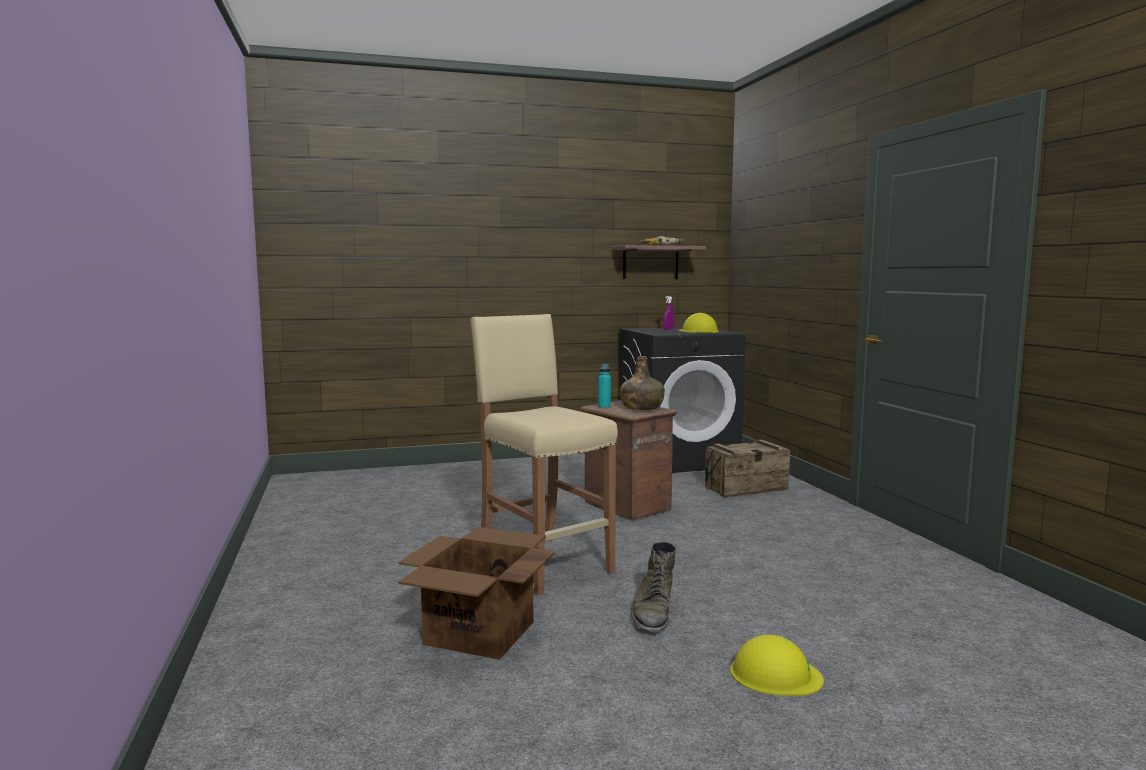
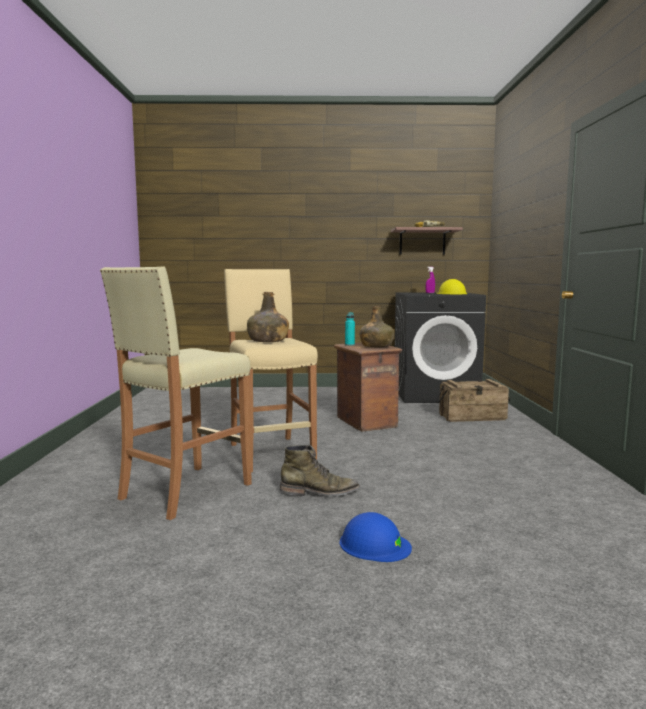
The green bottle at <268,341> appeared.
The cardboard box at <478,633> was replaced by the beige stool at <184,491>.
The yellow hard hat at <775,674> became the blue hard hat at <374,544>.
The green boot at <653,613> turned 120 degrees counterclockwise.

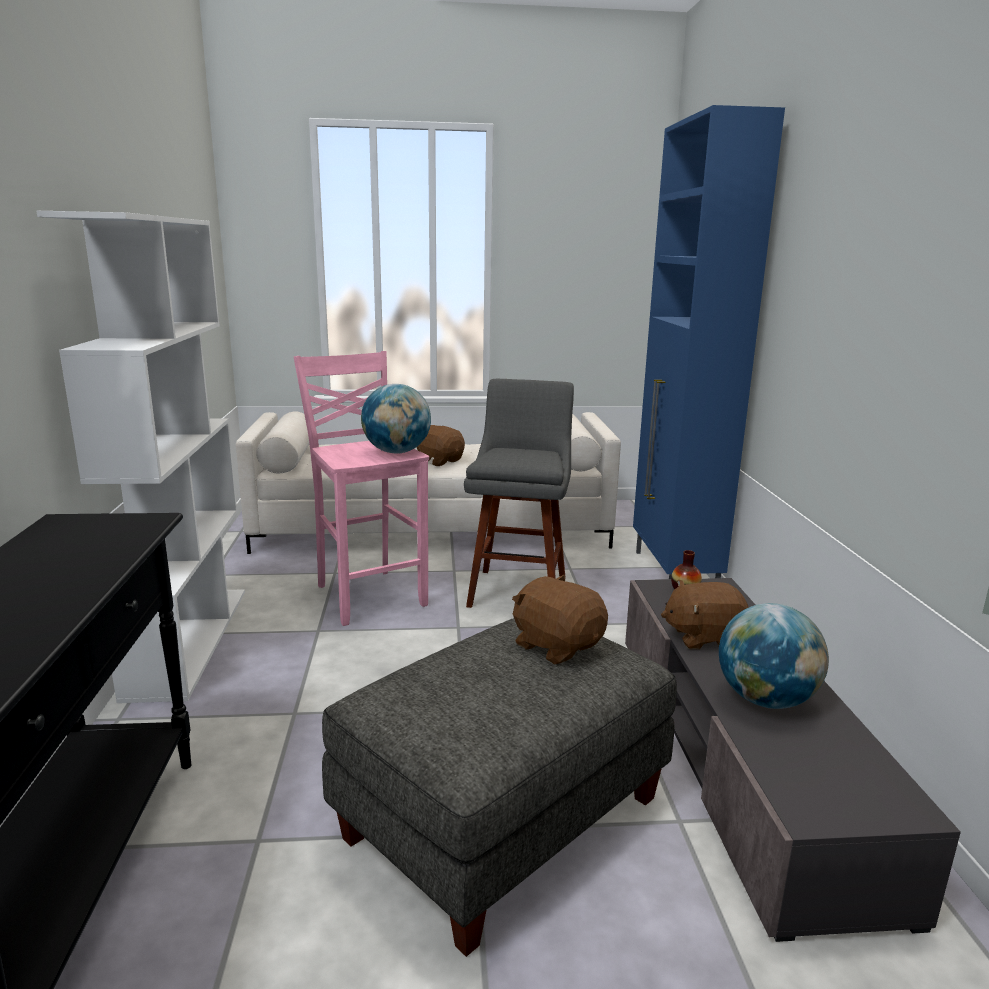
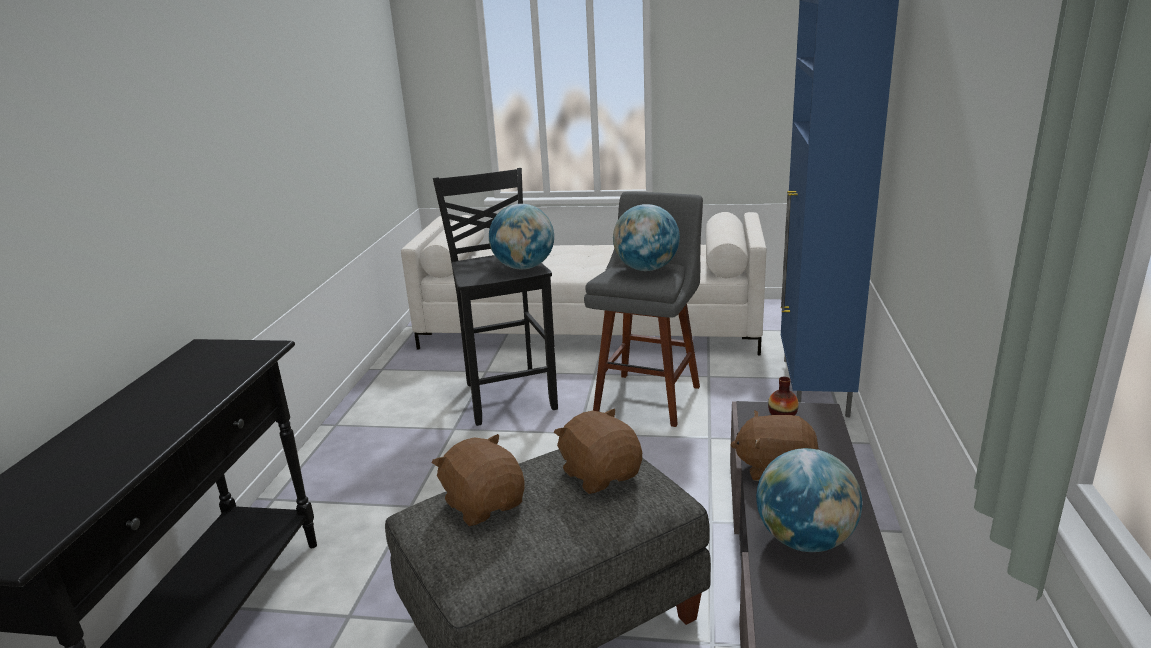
The white bookcase at <188,639> disappeared.
The globe at <646,269> appeared.
The brown plush toy moved from <439,461> to <484,504>.
The pink stool at <369,595> became the black stool at <508,395>.

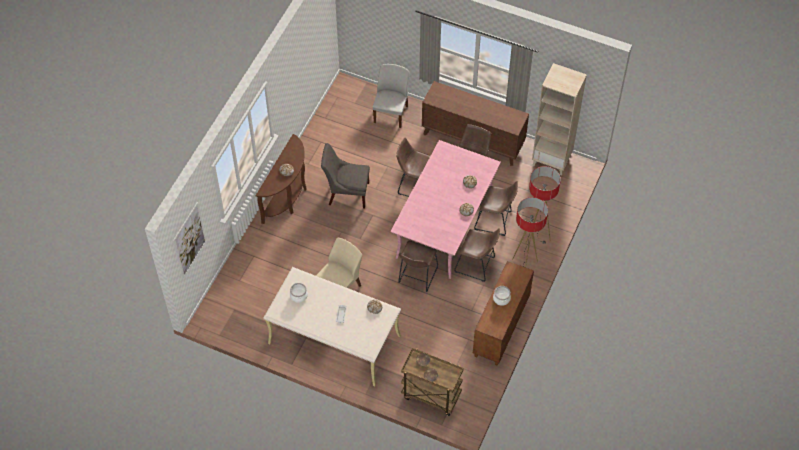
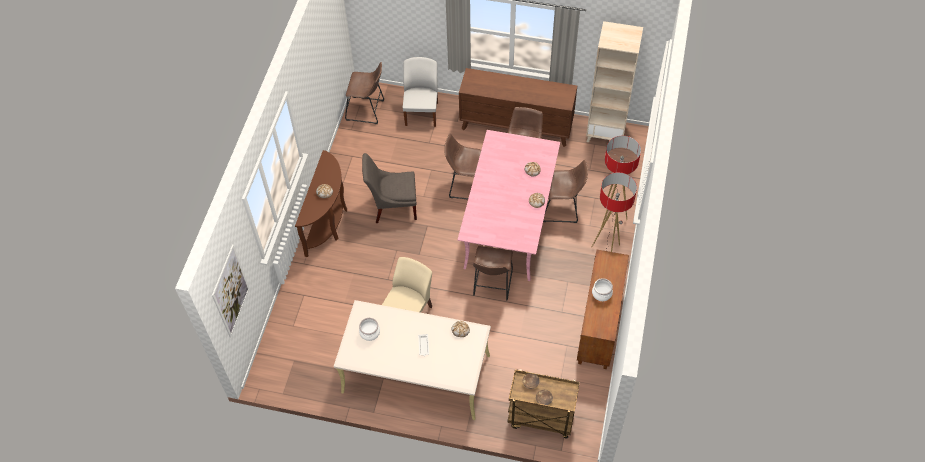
The brown stool moved from <477,265> to <367,111>.

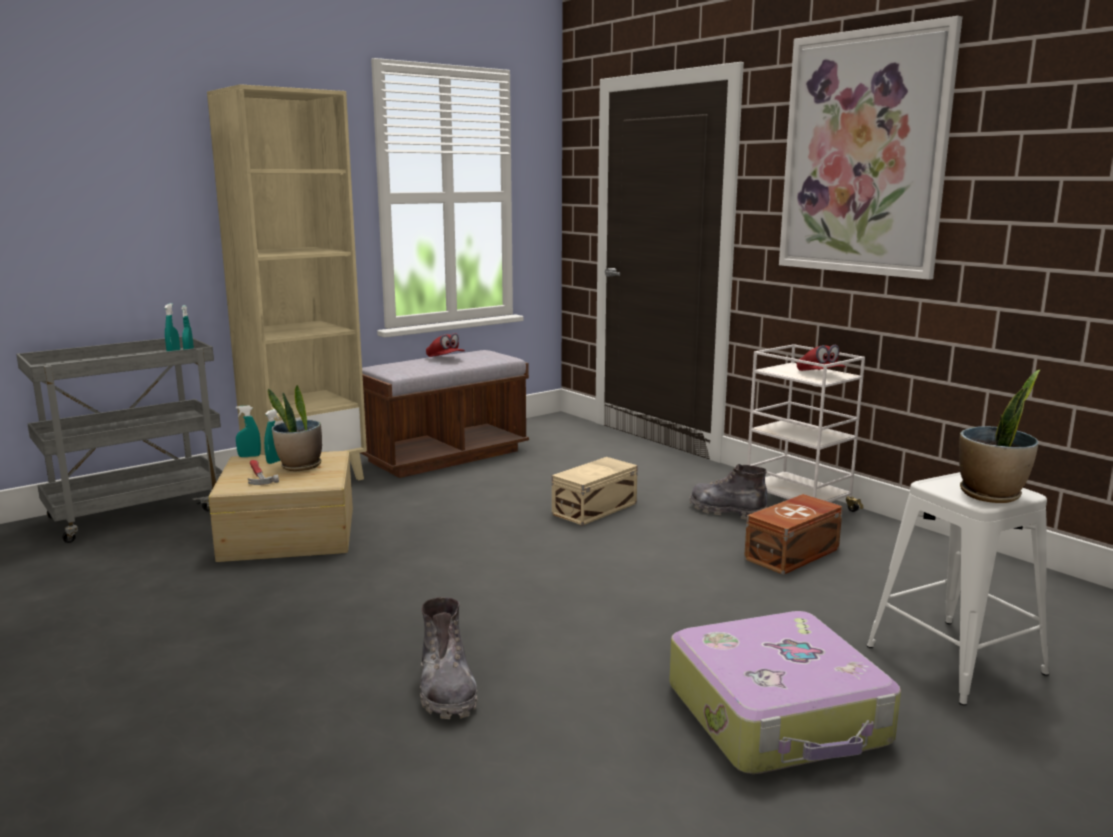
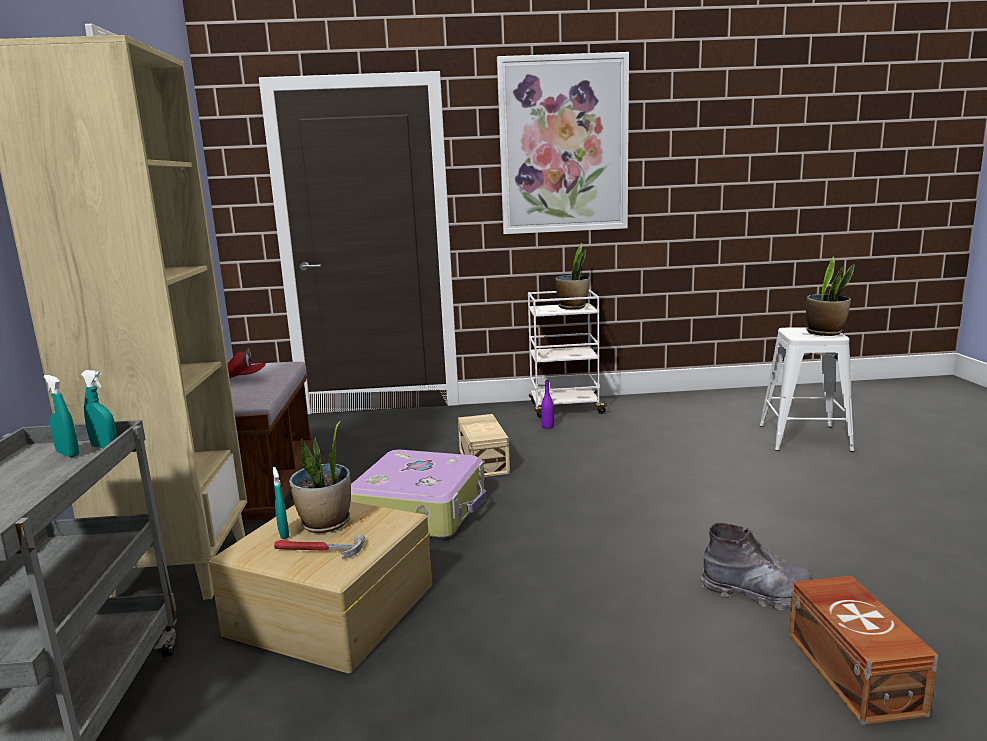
The turquoise spray bottle at <249,456> disappeared.
The suitcase moved from <779,715> to <421,509>.
The brown storage box moved from <794,554> to <853,671>.
The grey boot at <727,511> was replaced by the purple bottle at <548,426>.
The red cap at <820,374> was replaced by the potted plant at <573,307>.

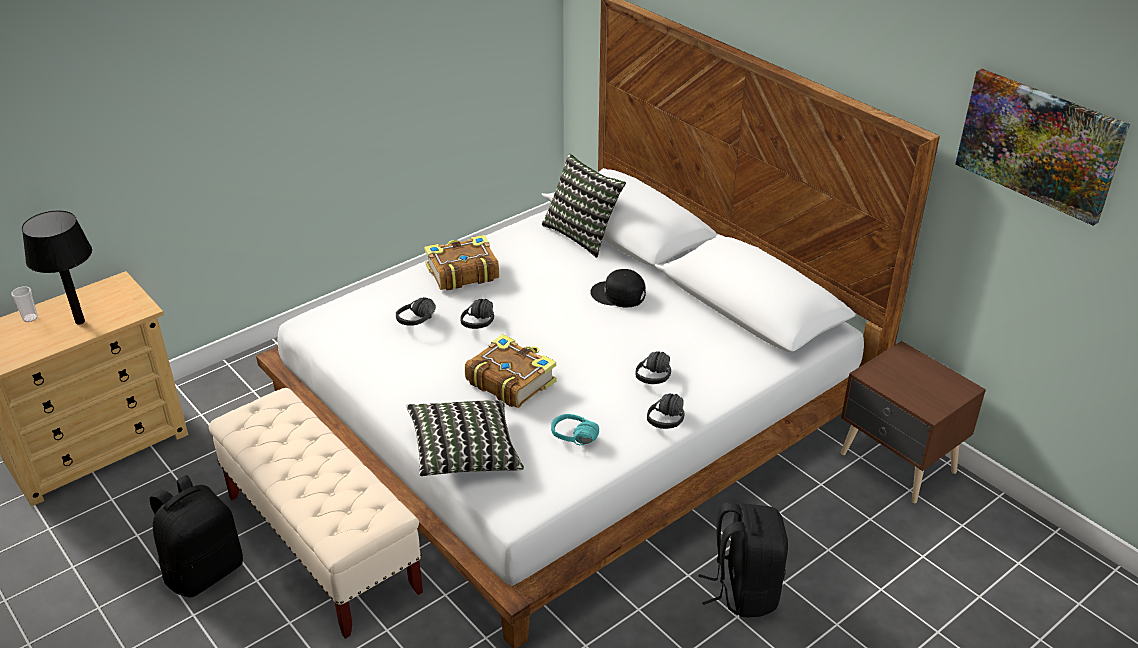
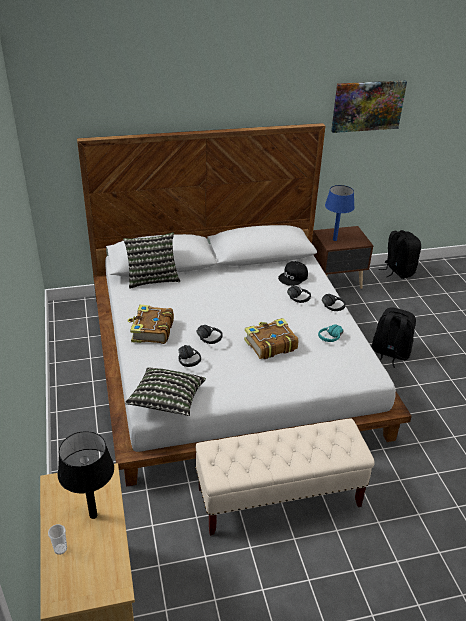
The blue table lamp at <334,240> appeared.
The black backpack moved from <204,571> to <397,271>.
The pillow moved from <464,453> to <167,401>.
The black cap moved from <618,295> to <293,277>.

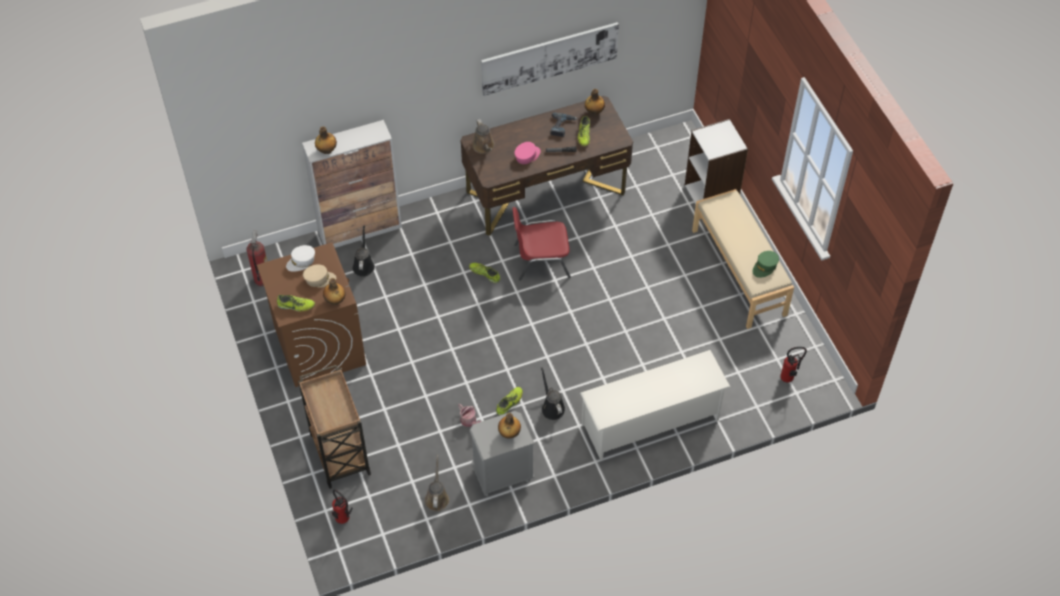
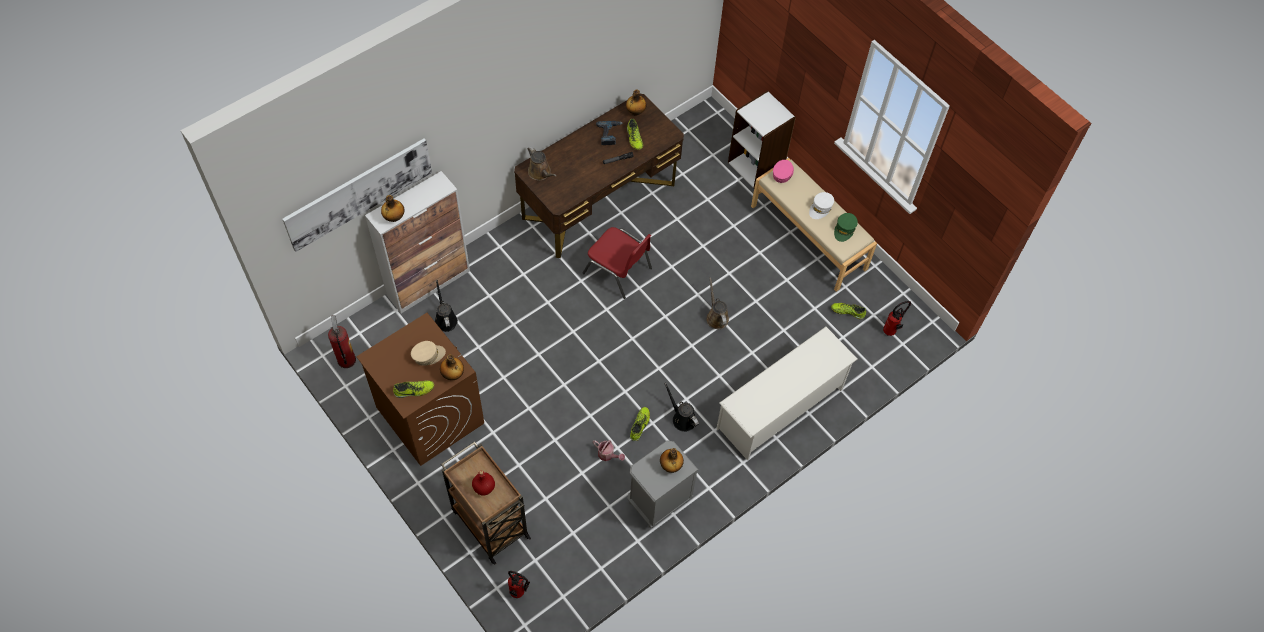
The red bottle at <484,487> appeared.
The white cap moved from <301,261> to <820,208>.
The brown watering can moved from <437,497> to <716,317>.
The shoe moved from <484,274> to <847,312>.
The picture moved from <549,58> to <359,193>.
The pink cap moved from <527,156> to <782,173>.
The red chair at <540,260> turned 120 degrees counterclockwise.

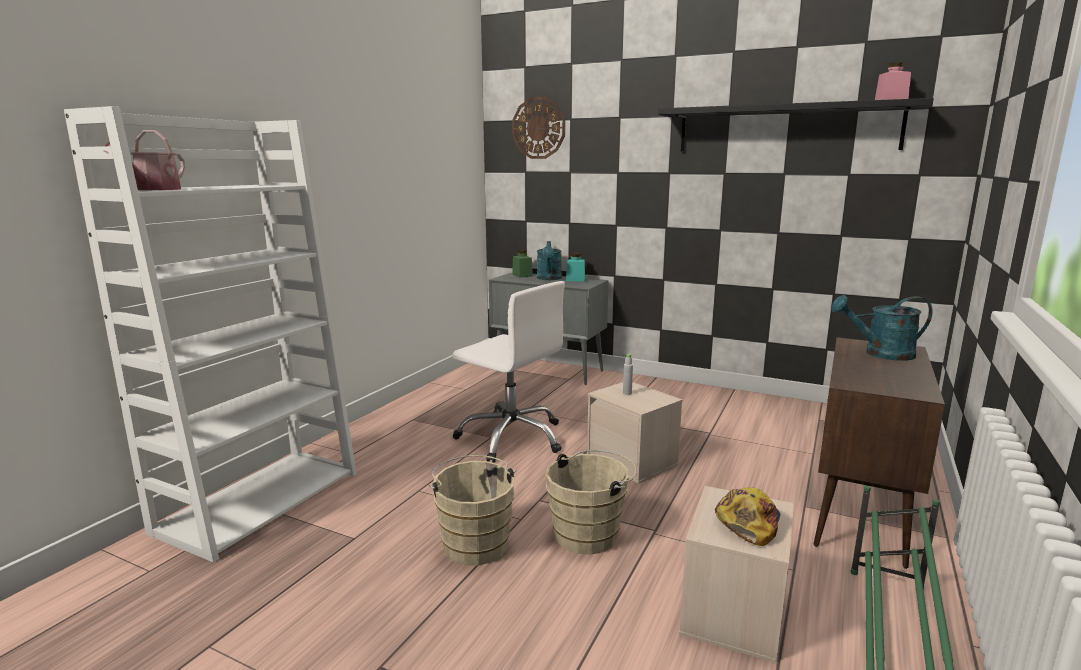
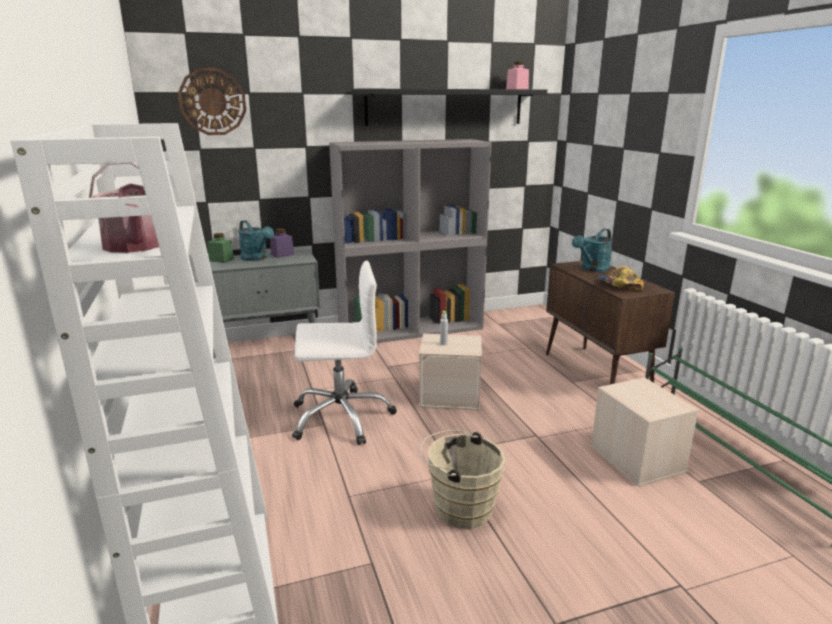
The beige bucket at <590,534> disappeared.
The grey bookcase at <411,329> appeared.
The cap moved from <747,520> to <619,285>.
The turquoise jar at <575,279> became the purple jar at <282,254>.

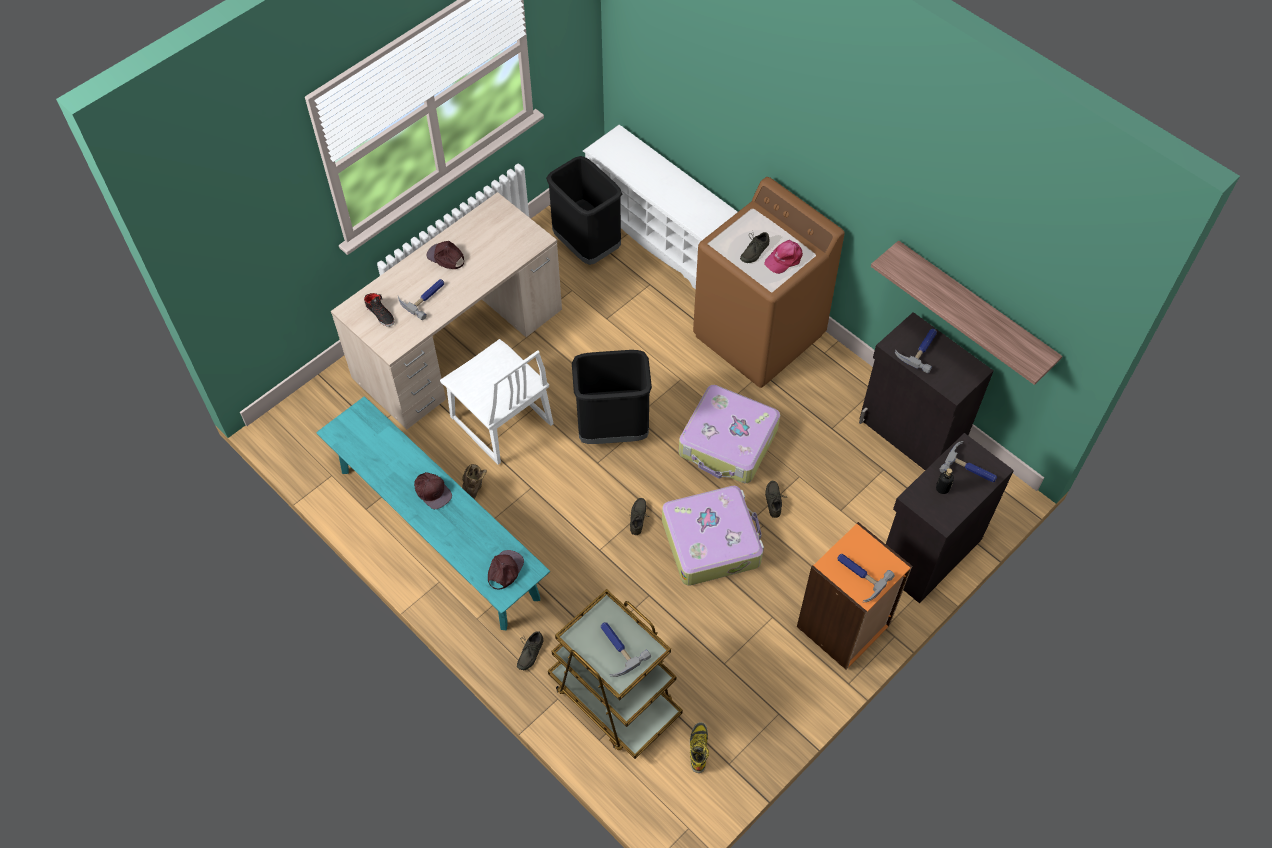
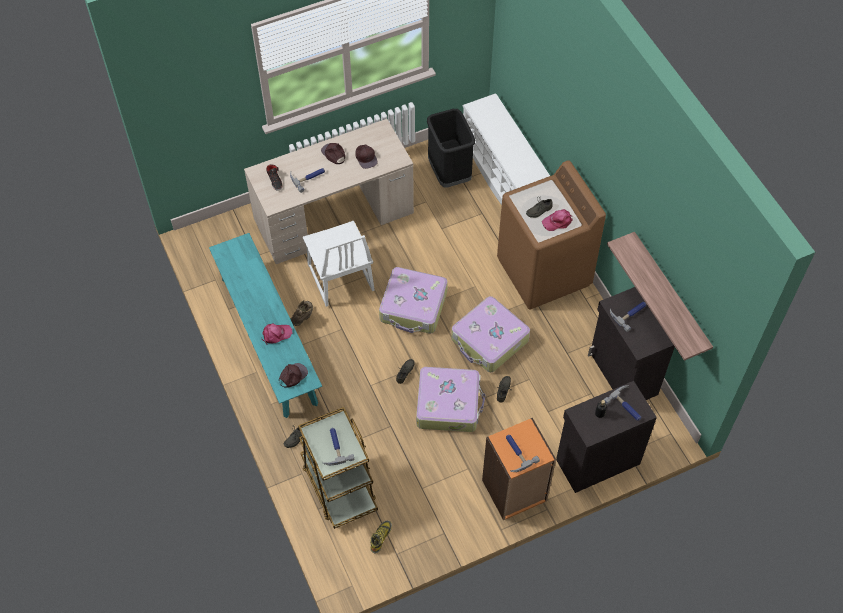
The pink cap at <276,334> appeared.
The brown cap moved from <432,491> to <366,157>.
The black trash can at <613,429> was replaced by the suitcase at <413,306>.

